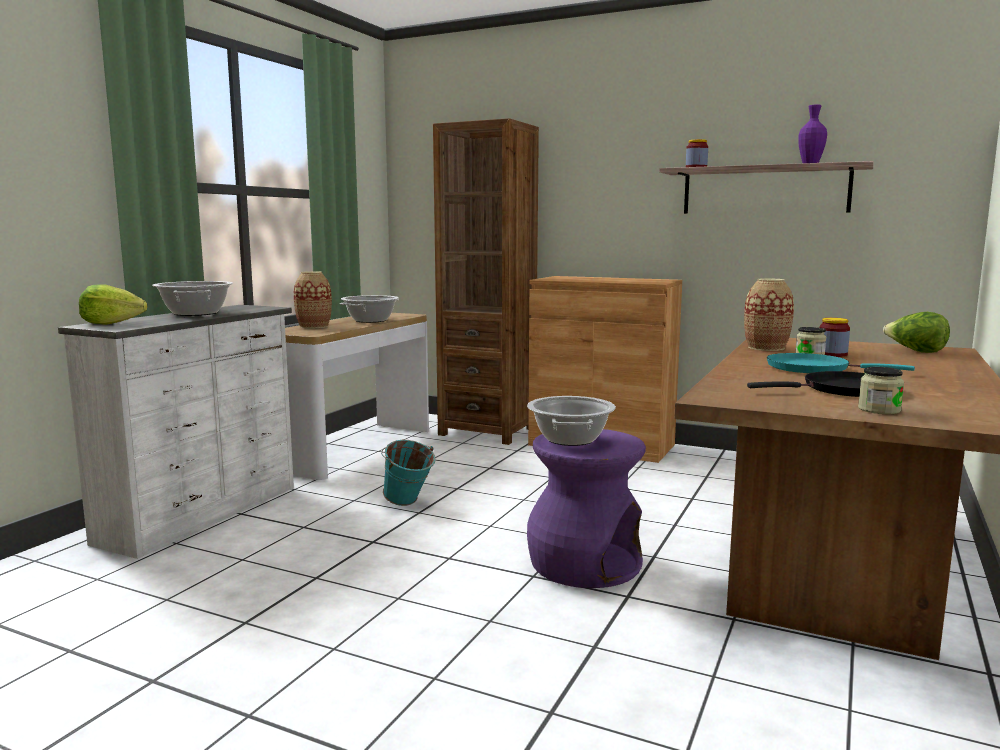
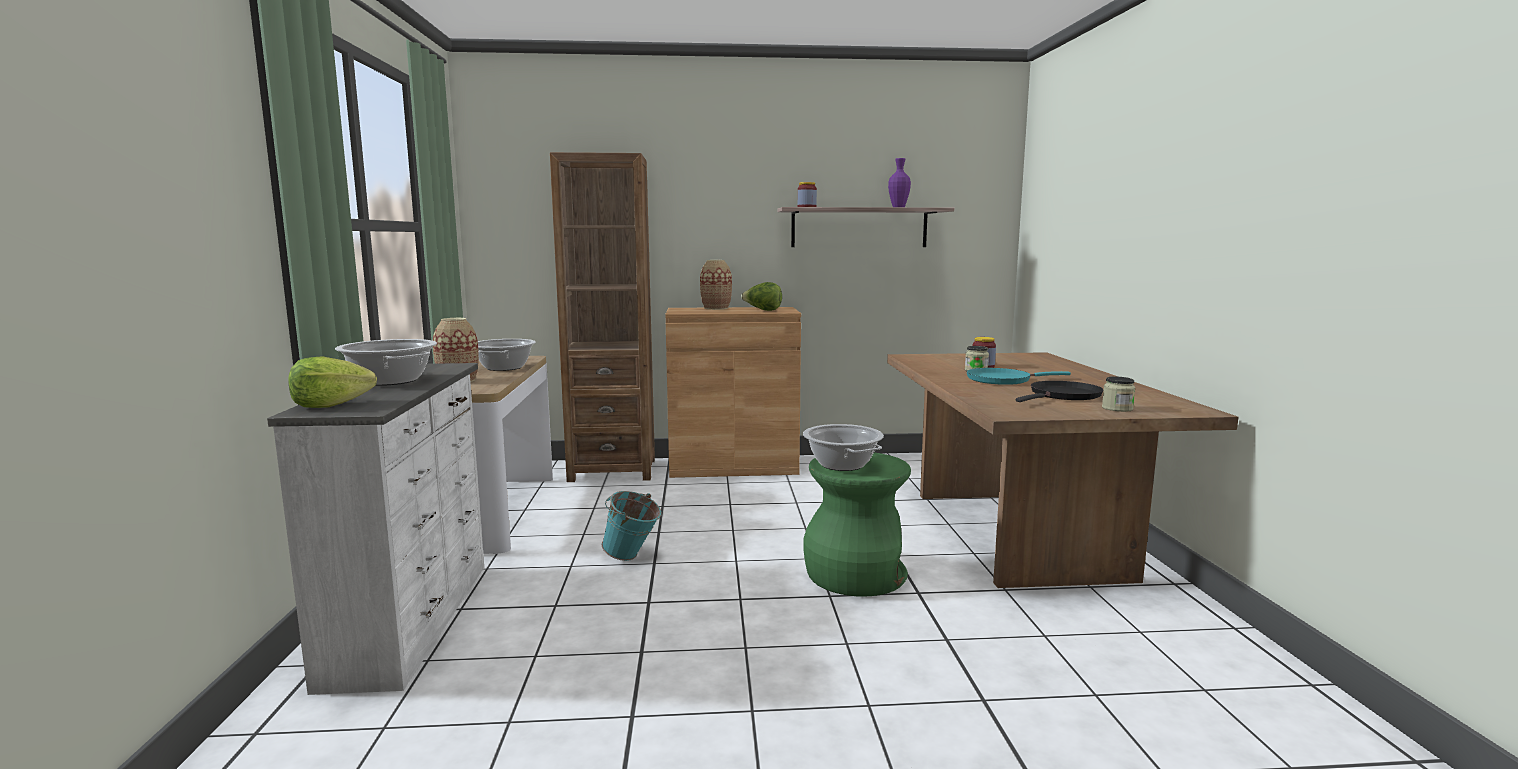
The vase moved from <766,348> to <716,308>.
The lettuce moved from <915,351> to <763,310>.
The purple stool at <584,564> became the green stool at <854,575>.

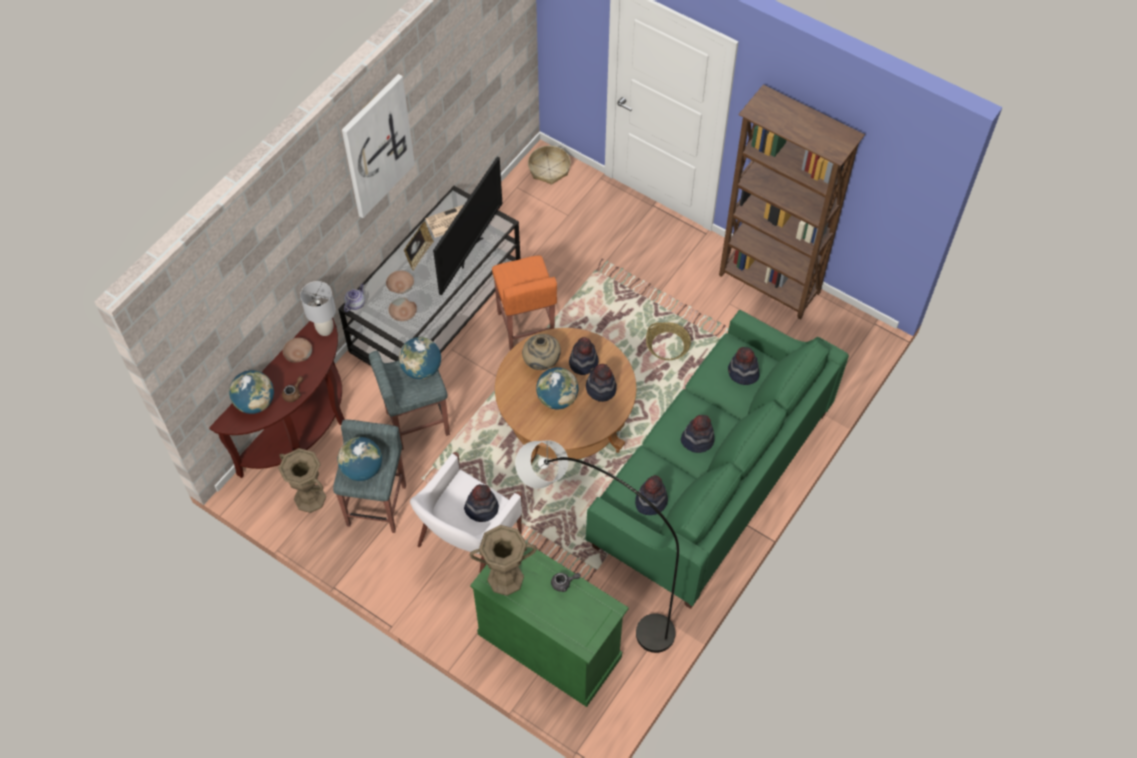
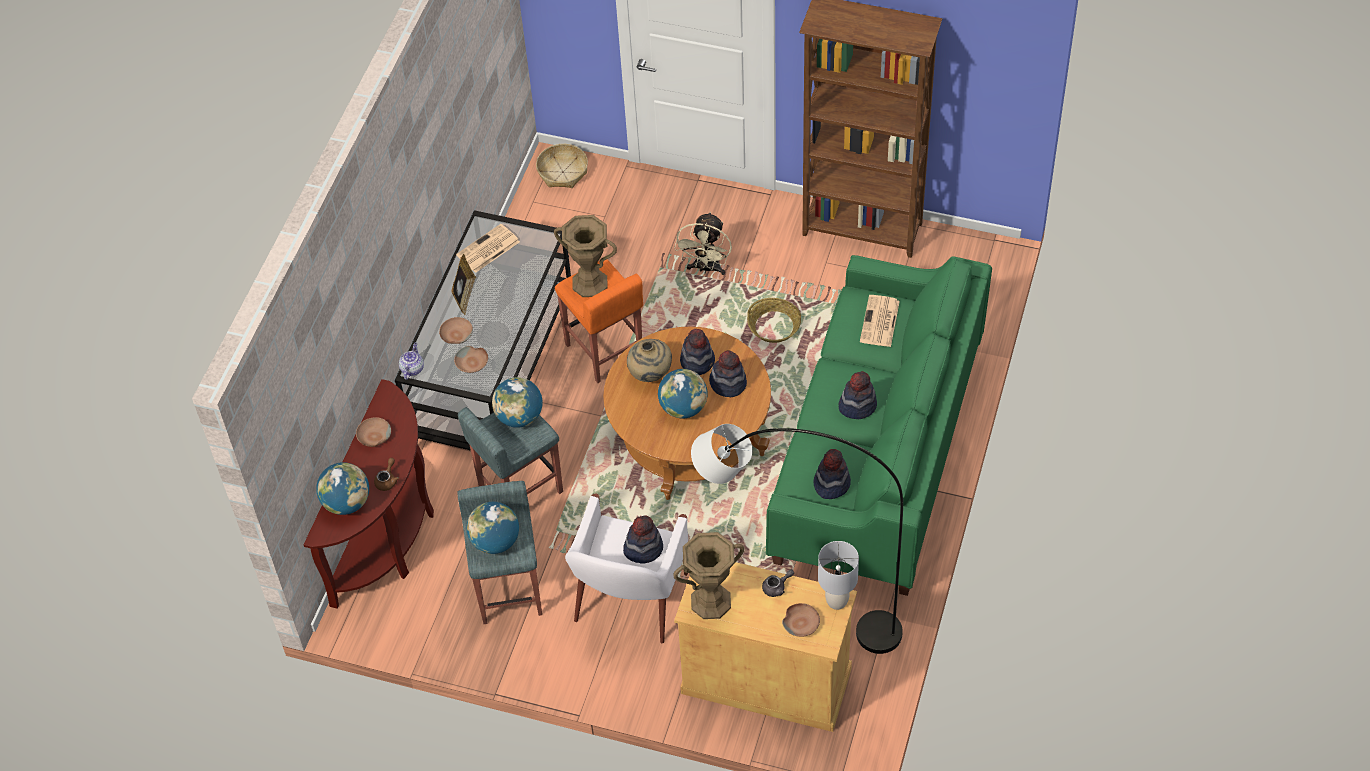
The picture at <377,146> disappeared.
The television at <469,251> disappeared.
The beige fan at <706,268> appeared.
The brown bowl at <801,623> appeared.
The brown vase moved from <310,498> to <589,283>.
The grey table lamp moved from <325,330> to <836,601>.
The hat at <743,373> was replaced by the newspaper at <880,322>.
The green cabinet at <550,645> became the beige cabinet at <766,680>.

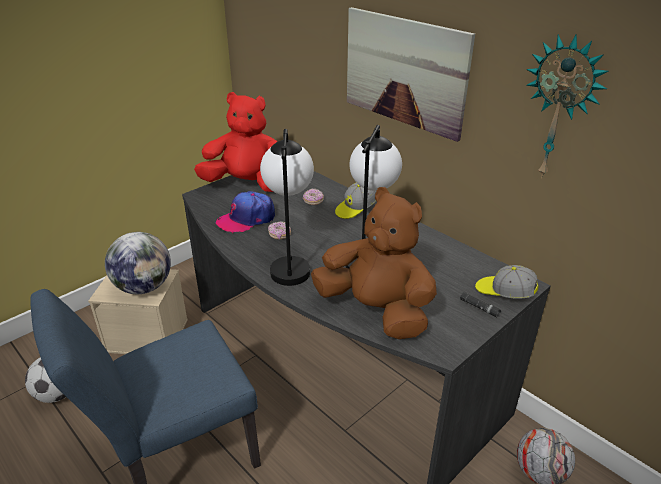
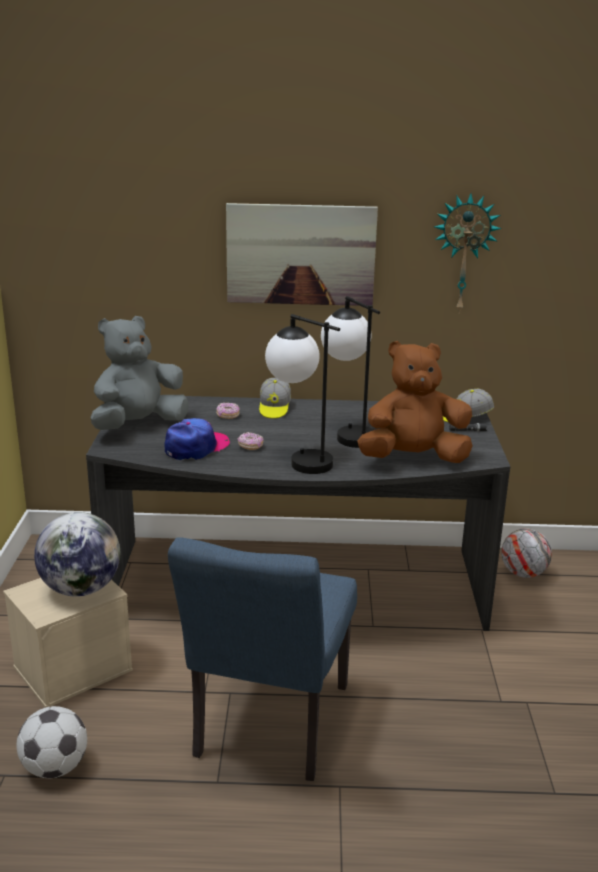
The red plush toy at <247,184> became the grey plush toy at <138,425>.
The cap at <246,219> turned 150 degrees counterclockwise.

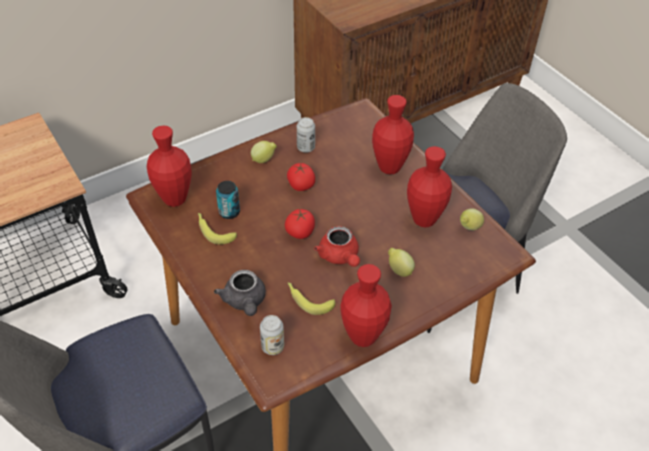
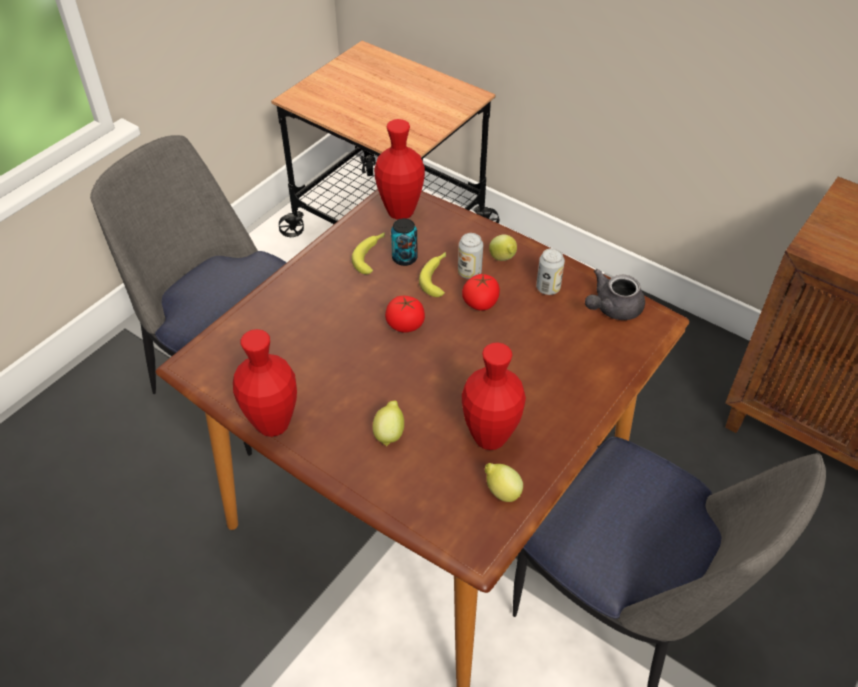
The red teapot at <340,257> disappeared.
The red vase at <389,168> disappeared.
The grey teapot moved from <245,302> to <612,308>.
The can moved from <272,346> to <469,272>.
The banana moved from <308,300> to <437,277>.

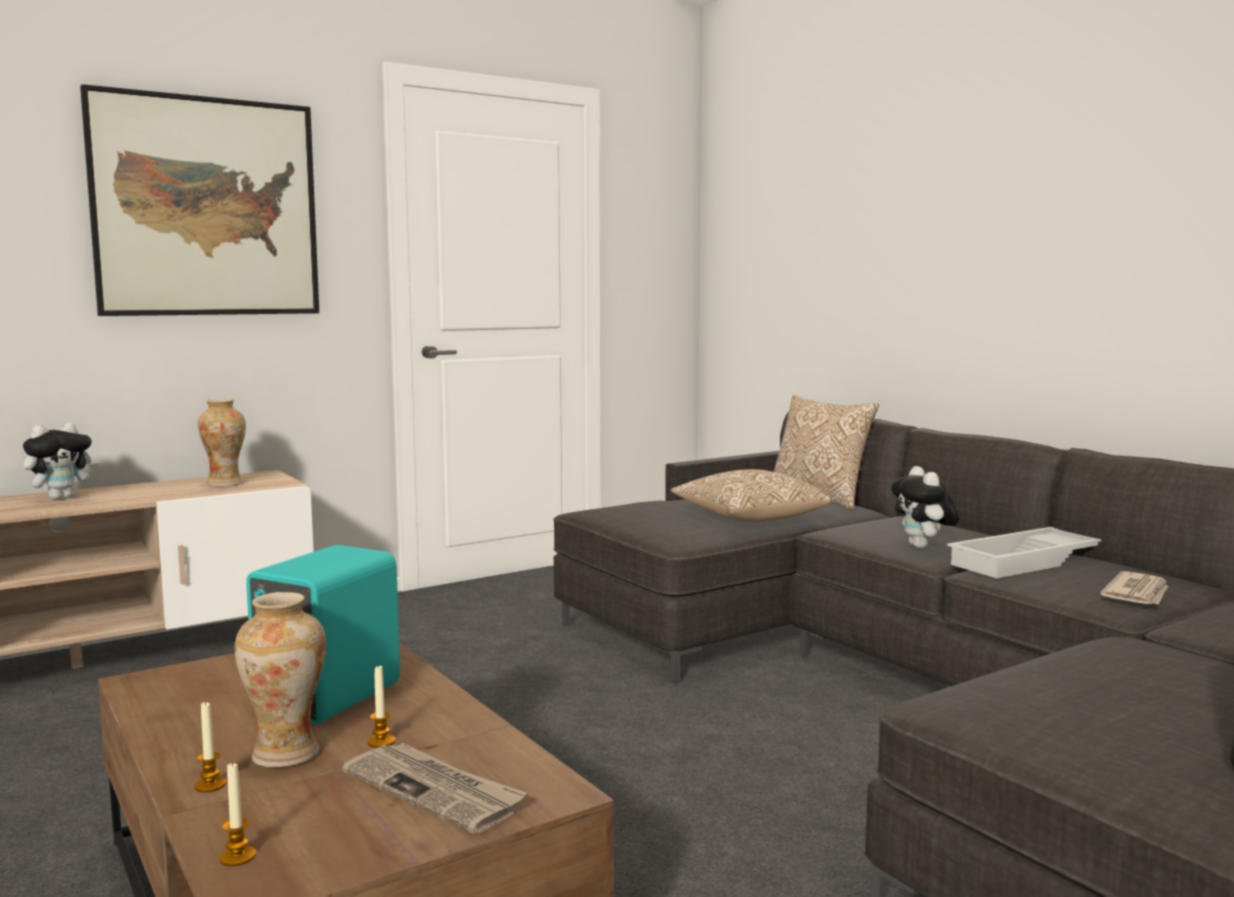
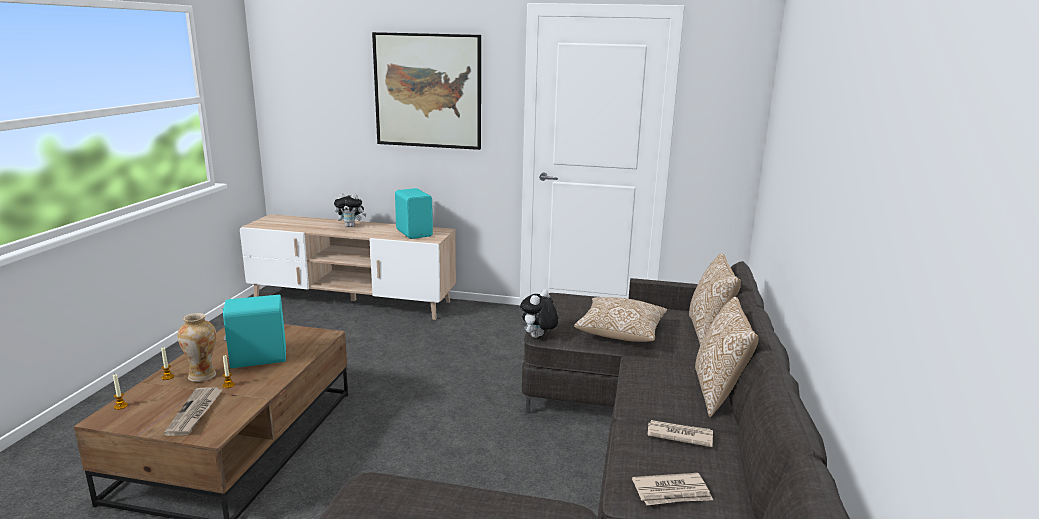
The pillow at <718,393> appeared.
The plush toy moved from <923,547> to <538,337>.
The vase at <225,483> was replaced by the turquoise speaker at <415,233>.
The white tray at <1025,562> was replaced by the newspaper at <679,435>.

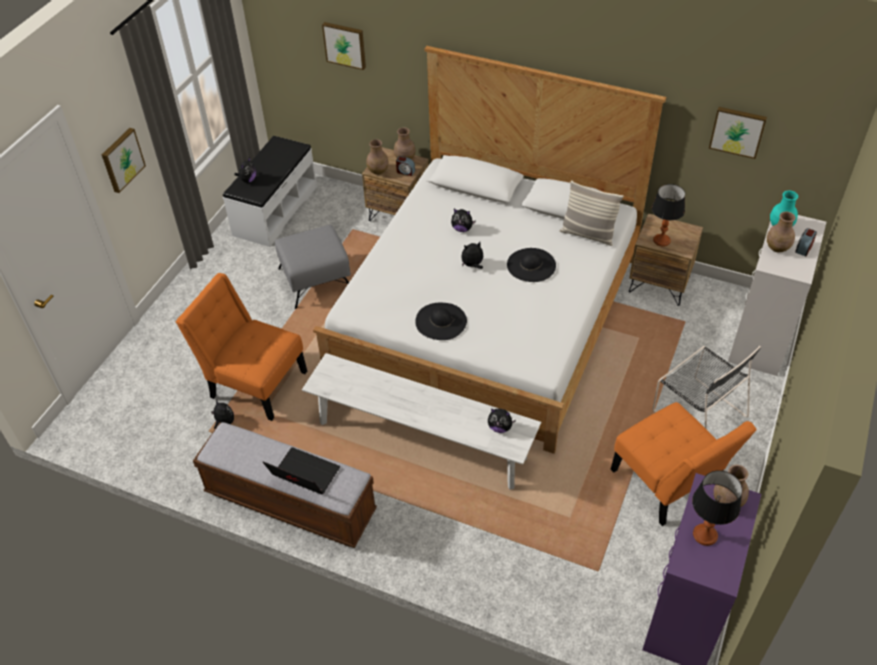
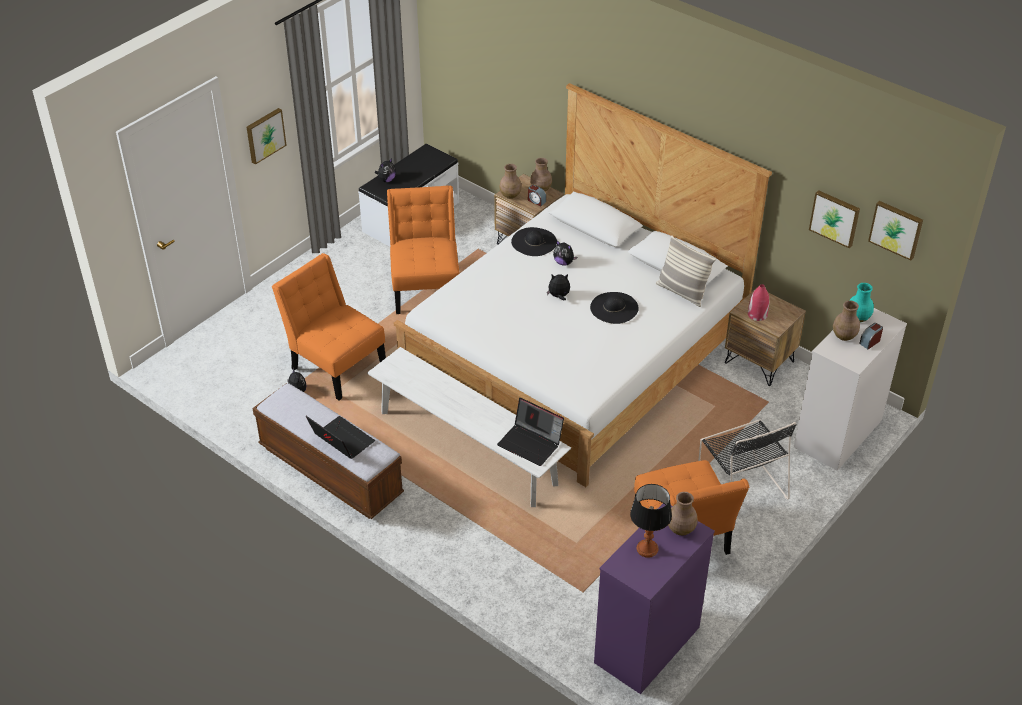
The picture moved from <345,44> to <896,229>.
The black hat moved from <441,321> to <534,242>.
The grey ottoman at <316,279> was replaced by the orange chair at <426,287>.
The plush toy at <500,427> was replaced by the laptop at <531,443>.
The table lamp at <661,241> was replaced by the red vase at <757,314>.

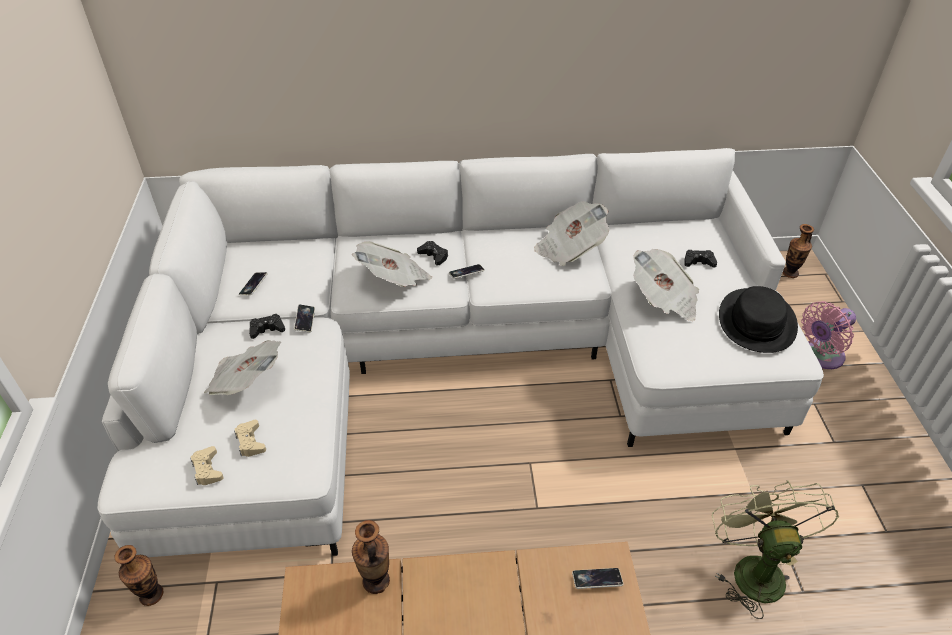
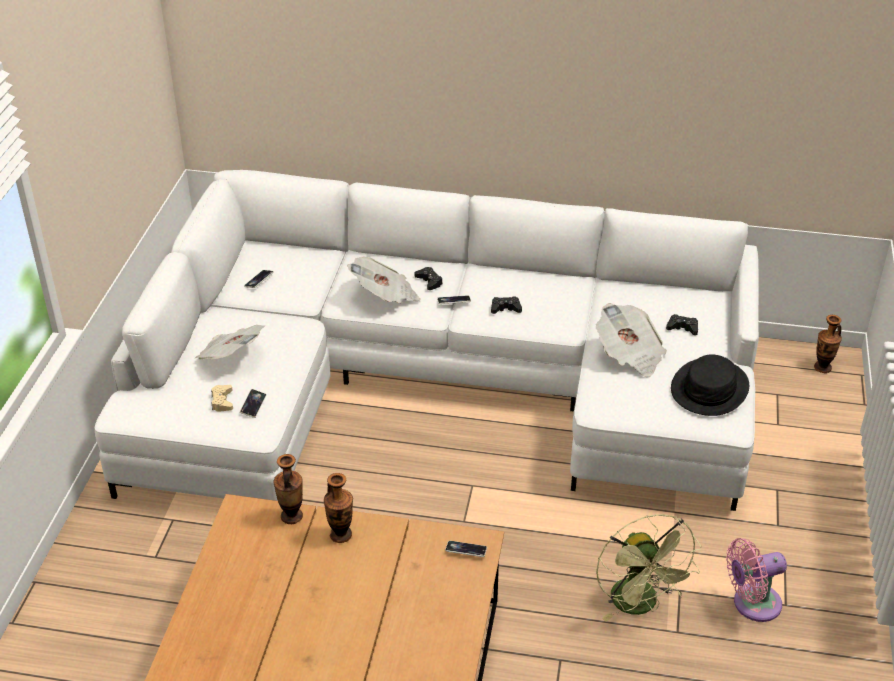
The beige game controller at <207,469> disappeared.
The newspaper at <569,248> disappeared.
The vase moved from <151,595> to <341,535>.
The black game controller moved from <267,329> to <505,308>.
The phone moved from <305,320> to <253,405>.
The pink fan moved from <820,356> to <752,604>.
The green fan at <753,568> turned 150 degrees clockwise.

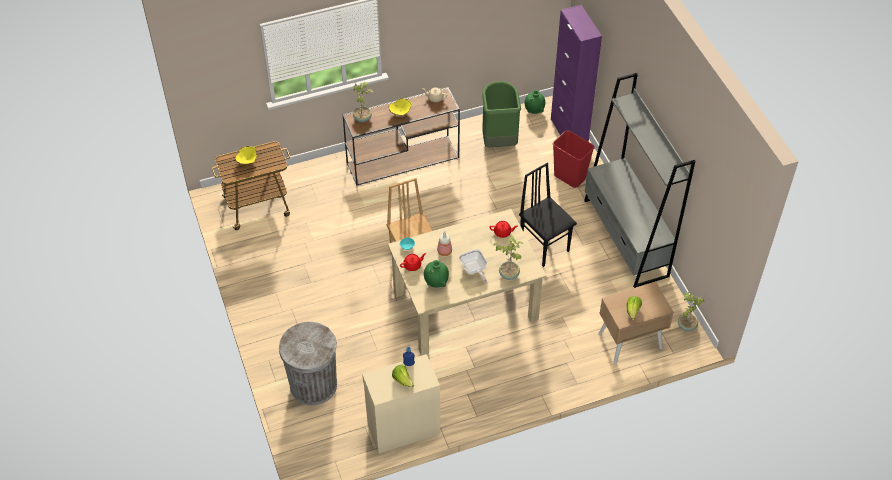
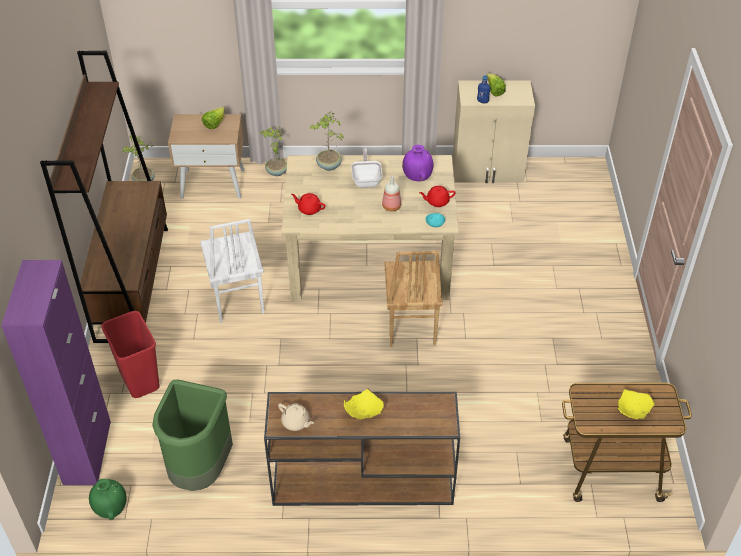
The grey trash can at <313,385> disappeared.
The potted plant moved from <363,118> to <276,172>.
The green vase at <436,283> became the purple vase at <417,178>.
The black chair at <544,246> became the white chair at <236,300>.
The grey bookcase at <625,238> became the brown bookcase at <132,282>.

